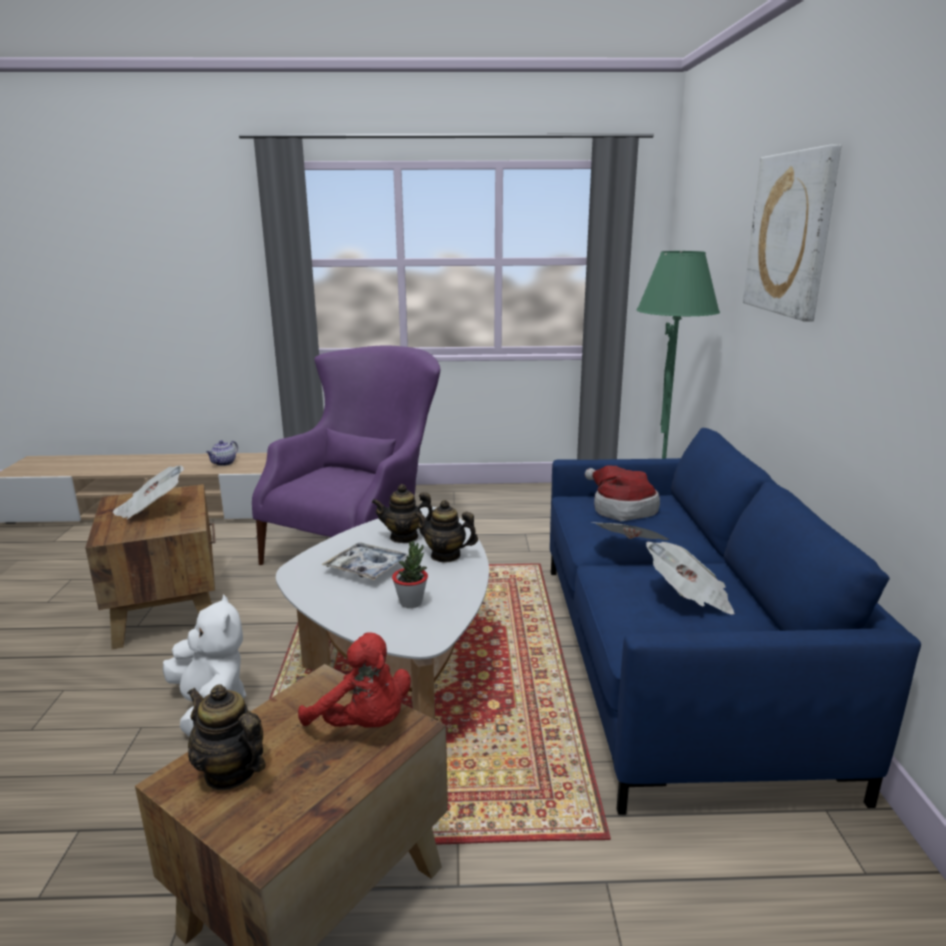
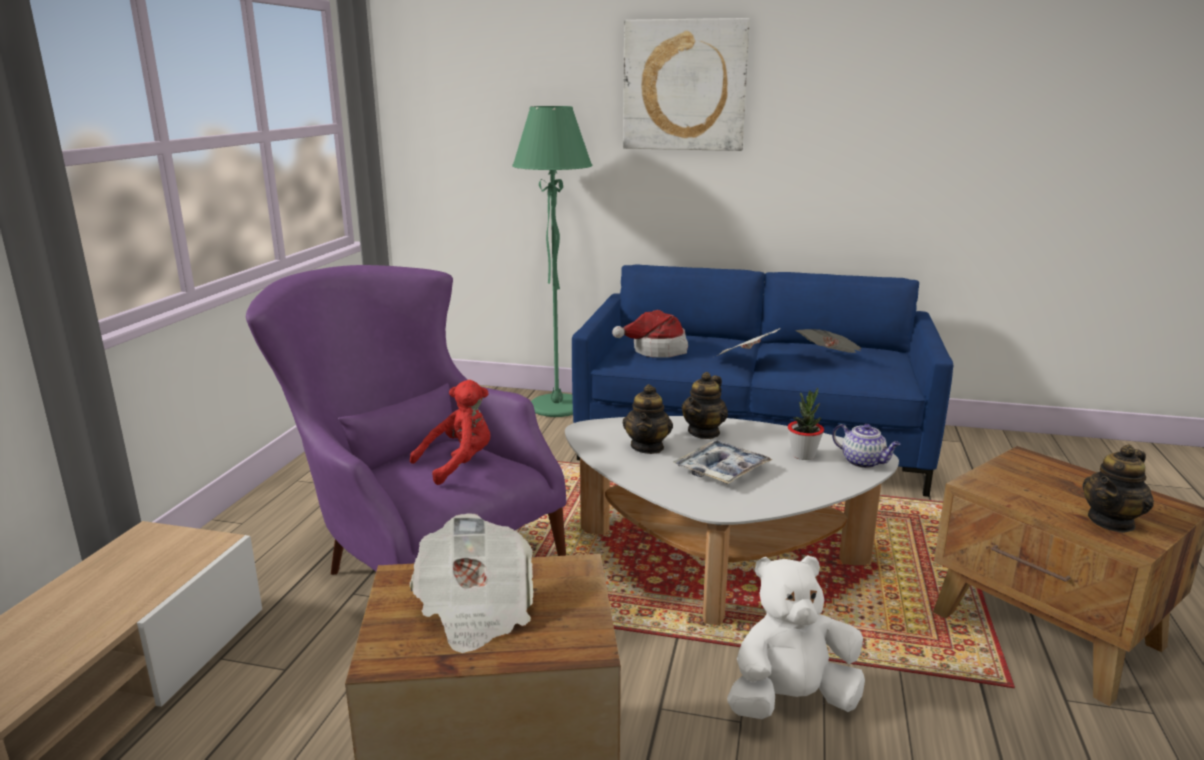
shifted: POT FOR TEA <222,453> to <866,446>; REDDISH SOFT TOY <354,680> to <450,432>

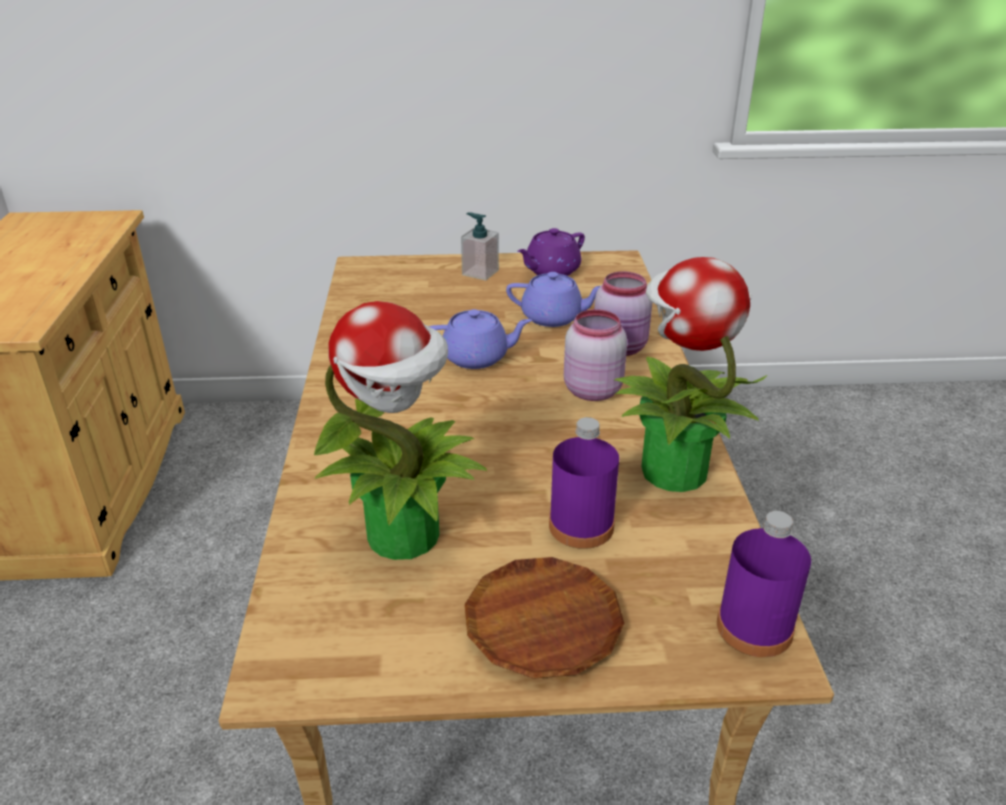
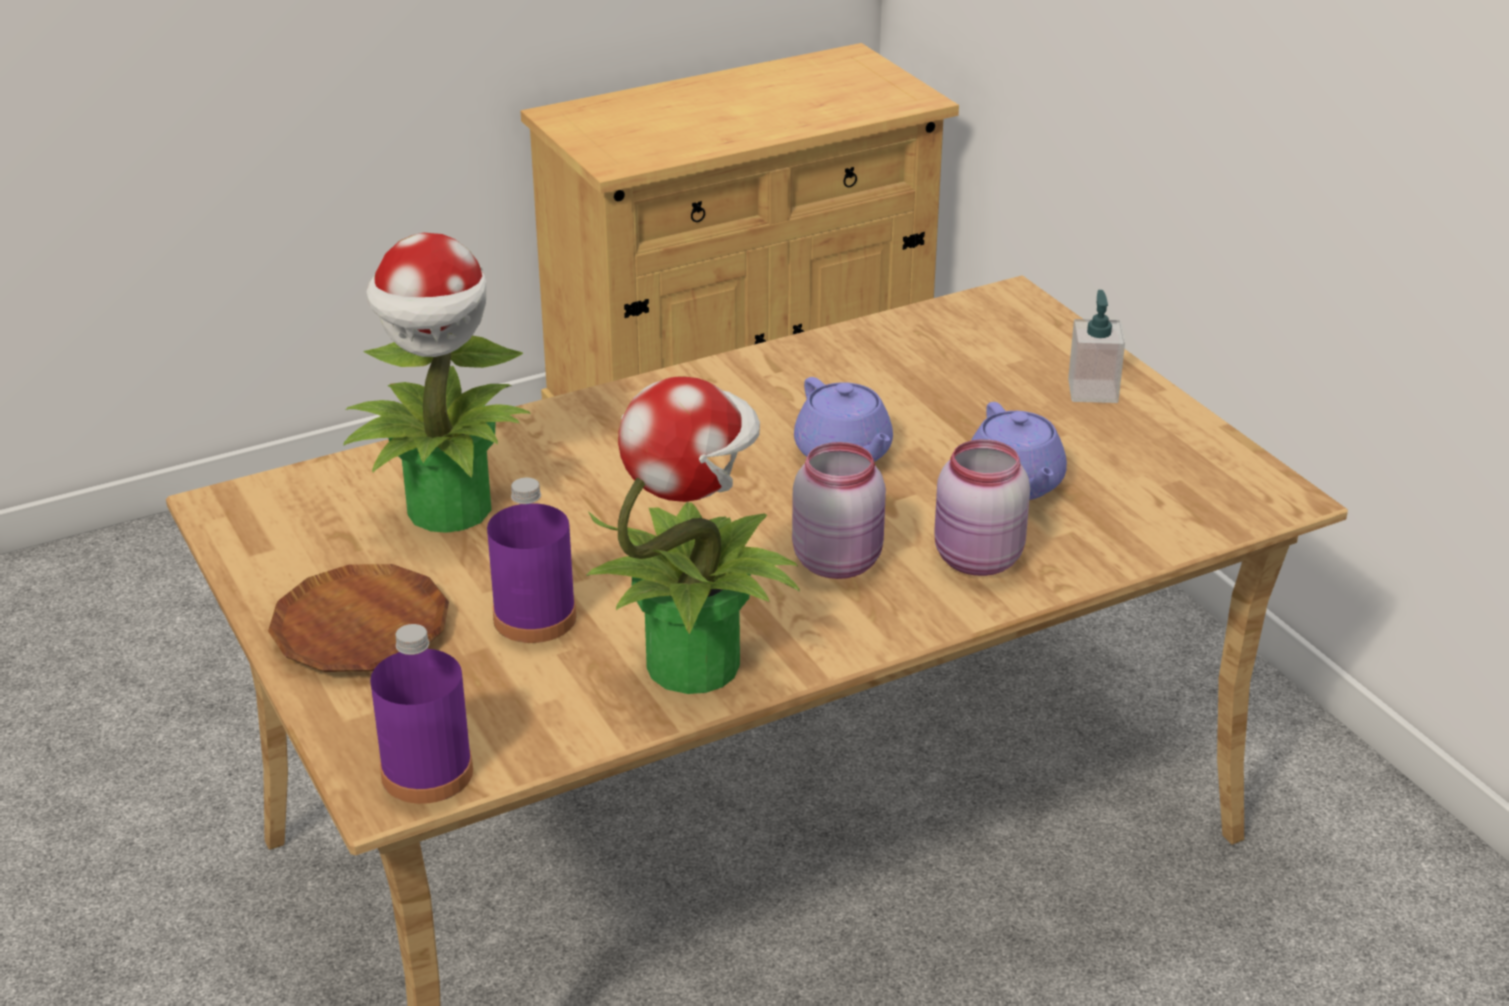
gone: PURPLE POT FOR TEA <551,252>

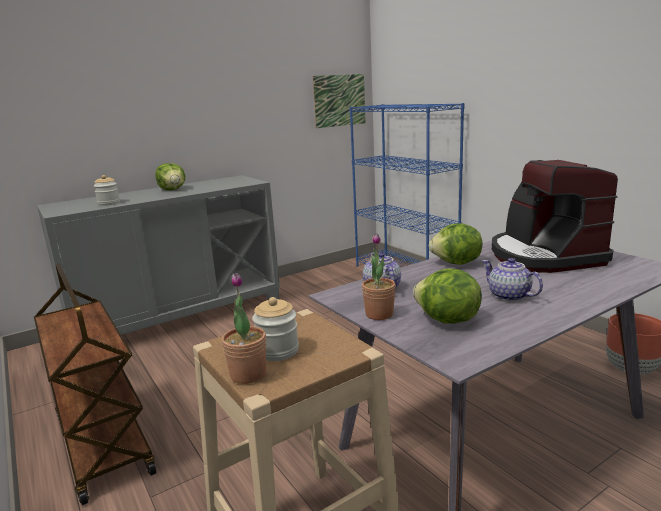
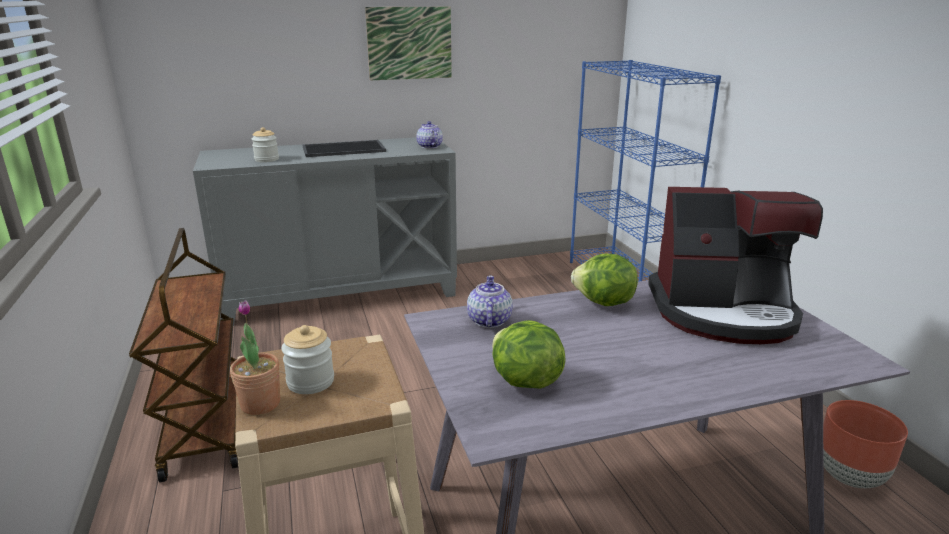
gone: PLANT IN A POT <379,276>
shifted: WALL ART <339,101> to <408,43>; POT FOR TEA <512,279> to <429,135>
swapped: LETTUCE <170,176> to CARRYING TRAY <344,148>
rotated: COFFEE MAKER <555,216> = <735,265> 90 degrees counterclockwise

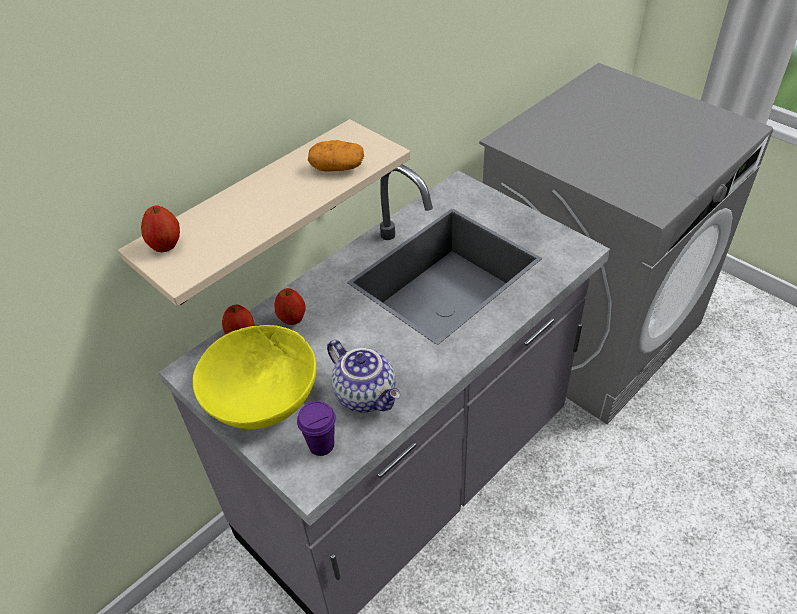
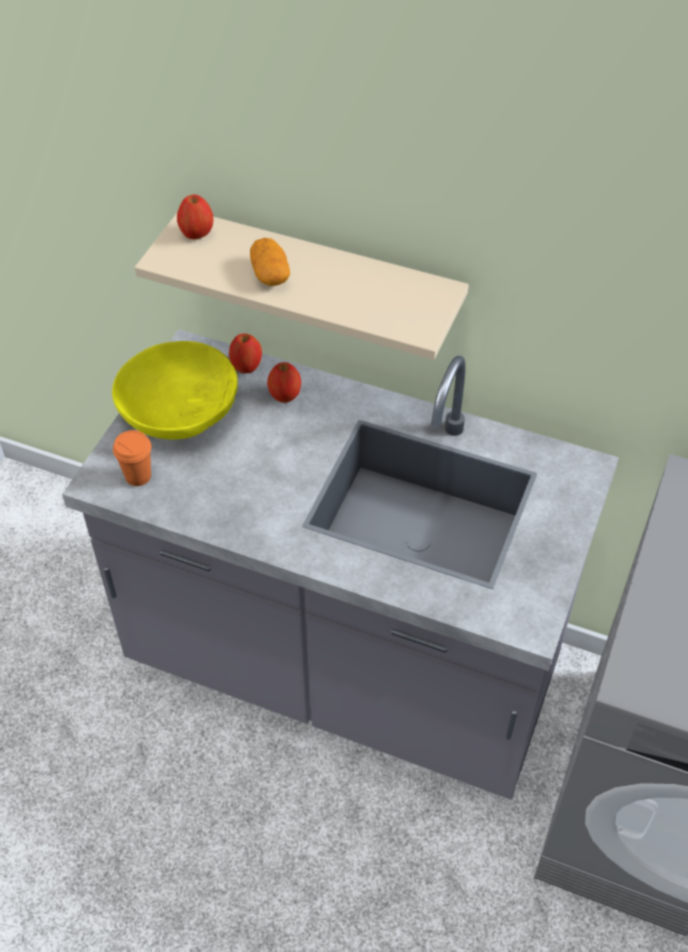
gone: POT FOR TEA <364,376>
shifted: POTATO <336,156> to <270,262>
repainted: PURPLE SMALL CUP <316,428> to ORANGEY SMALL CUP <132,458>

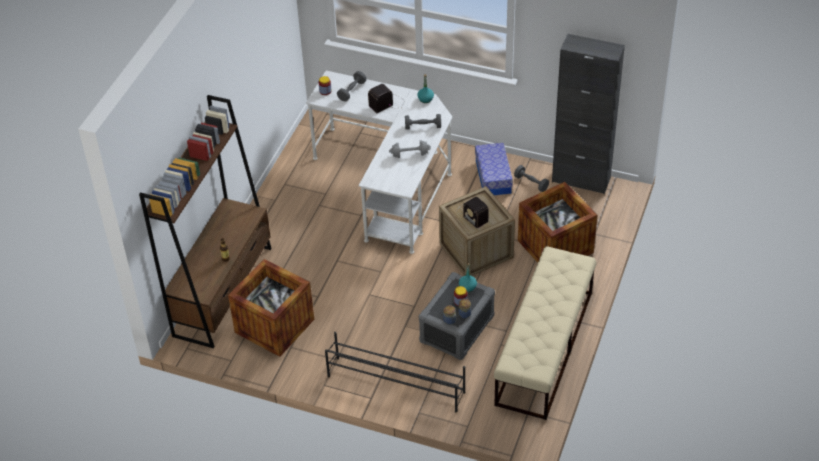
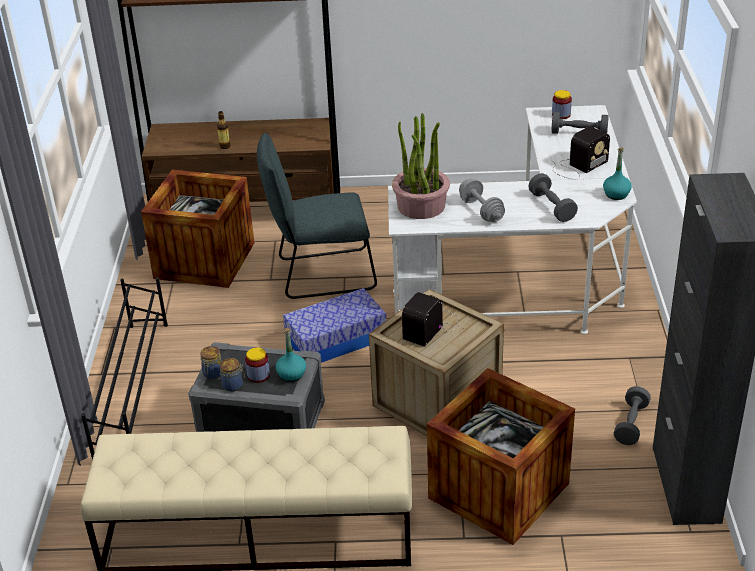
new: GREYISH PLAIN CHAIR <317,216>; PLANT IN A POT <421,166>
shifted: STORAGE BOX <494,169> to <334,325>
rotated: RADIO SET <385,98> = <581,153> 105 degrees clockwise

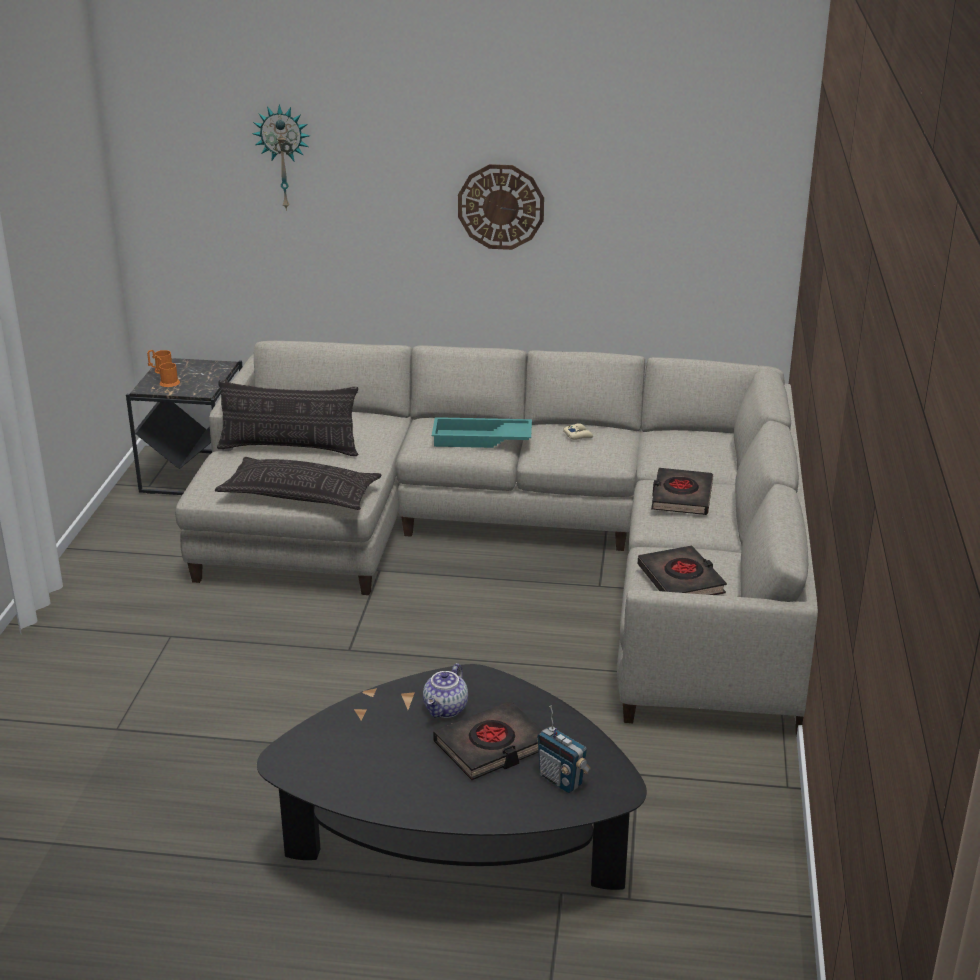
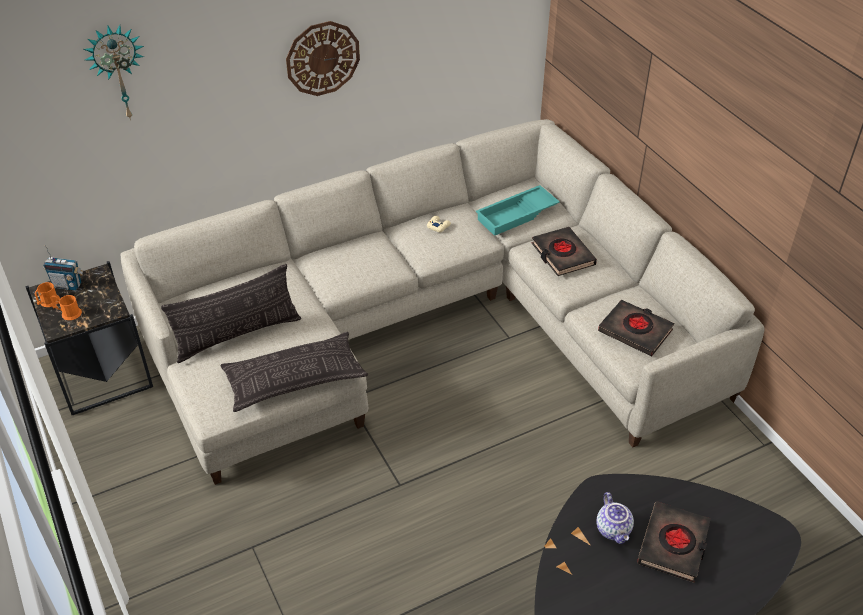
shifted: TURQUOISE-COLOURED CARRYING TRAY <482,432> to <518,210>; RADIO SET <564,749> to <63,268>

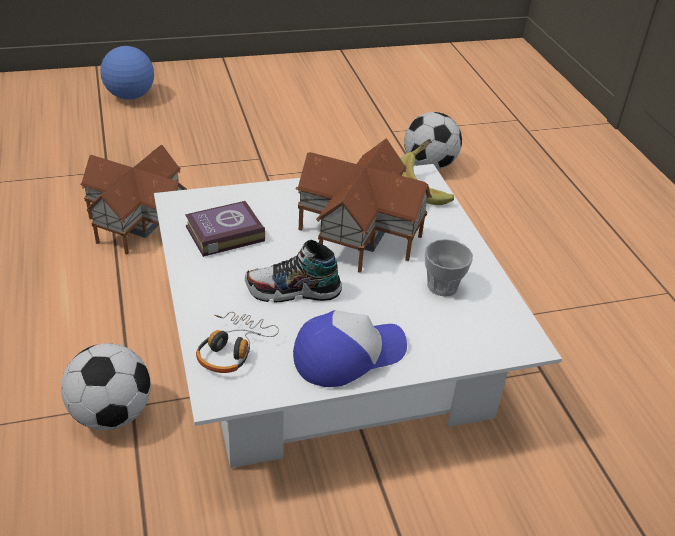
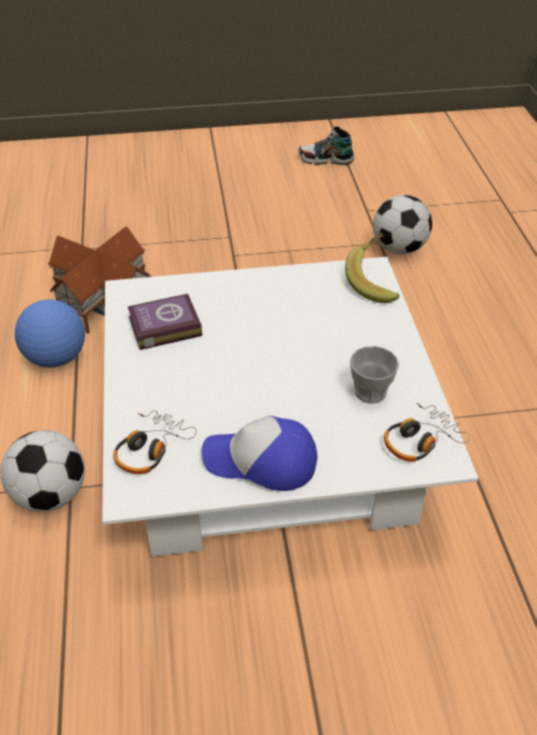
gone: TOY HOUSE <363,206>
new: HEADPHONES <427,432>
shifted: BALL FOR FOOTBALL <127,73> to <50,334>; ITEM OF FOOTWEAR <293,271> to <326,146>
rotated: BASEBALL CAP <350,348> = <259,453> 150 degrees counterclockwise

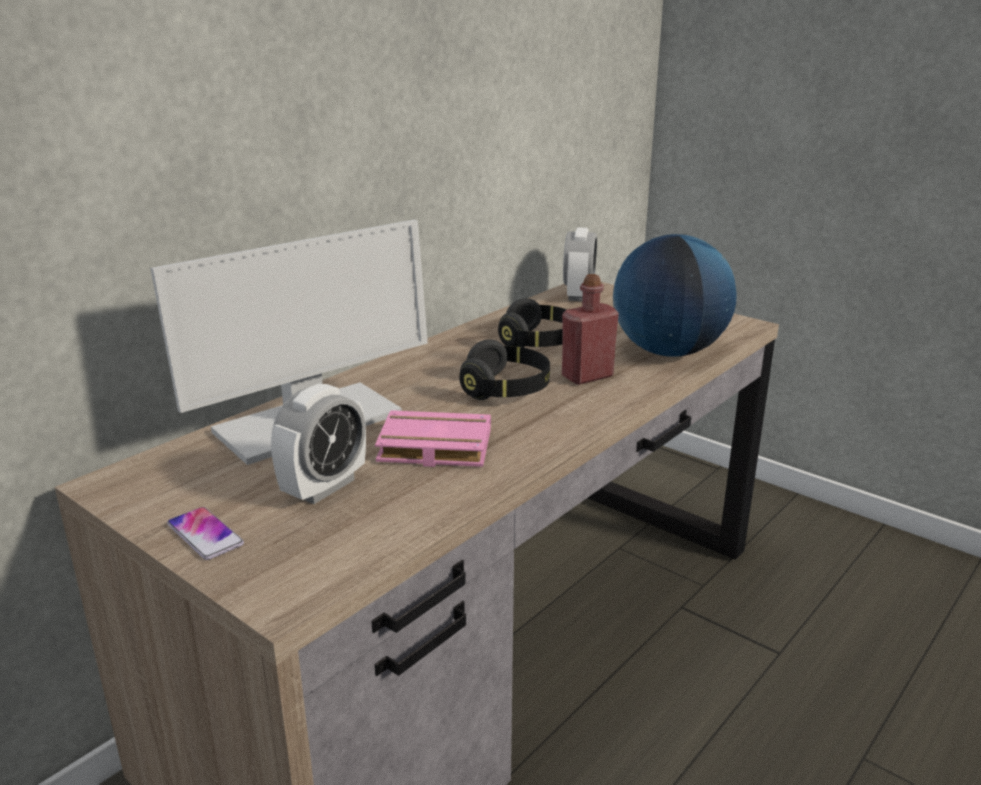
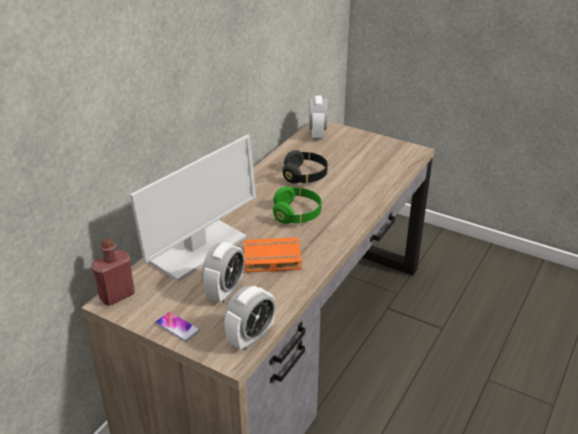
gone: DESK GLOBE <675,295>
new: ALARM CLOCK <249,318>
shifted: REDDISH BEVERAGE BOTTLE <590,329> to <113,272>
repainted: PINK BOUND BOOK <433,438> to ORANGEY BOUND BOOK <273,254>; BLACK HEADPHONES <504,369> to GREEN HEADPHONES <297,205>

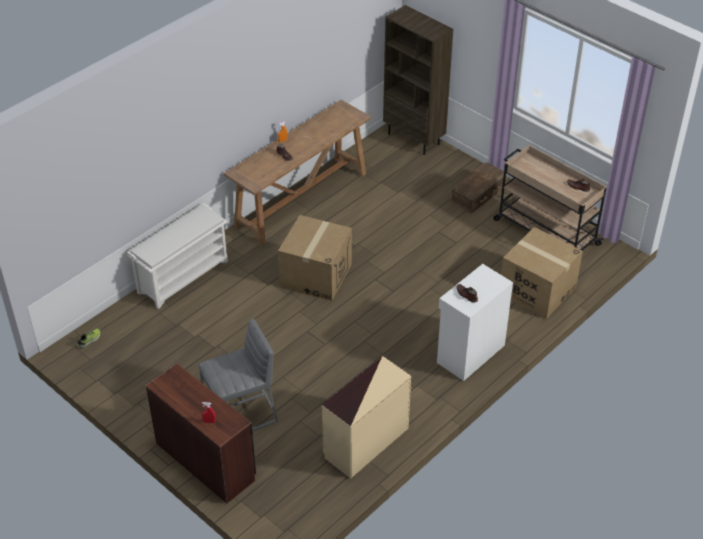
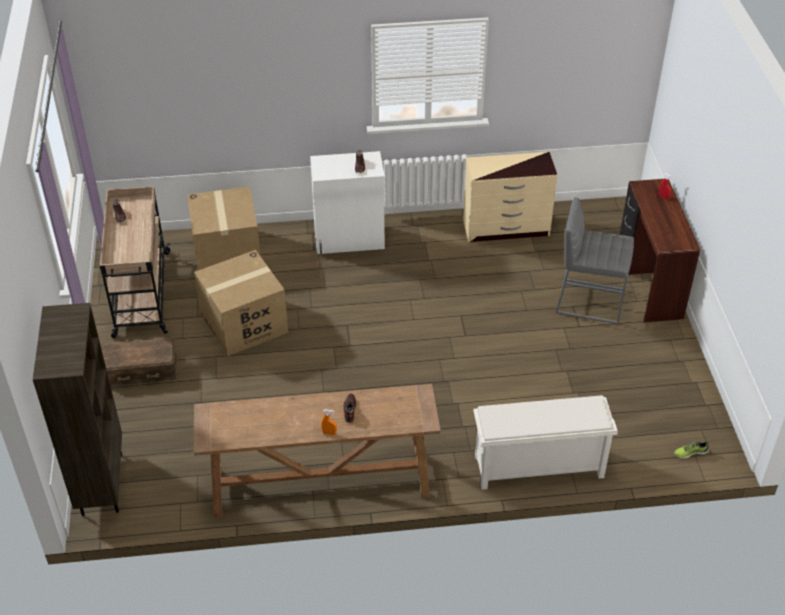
shifted: CARTON <315,258> to <241,303>

